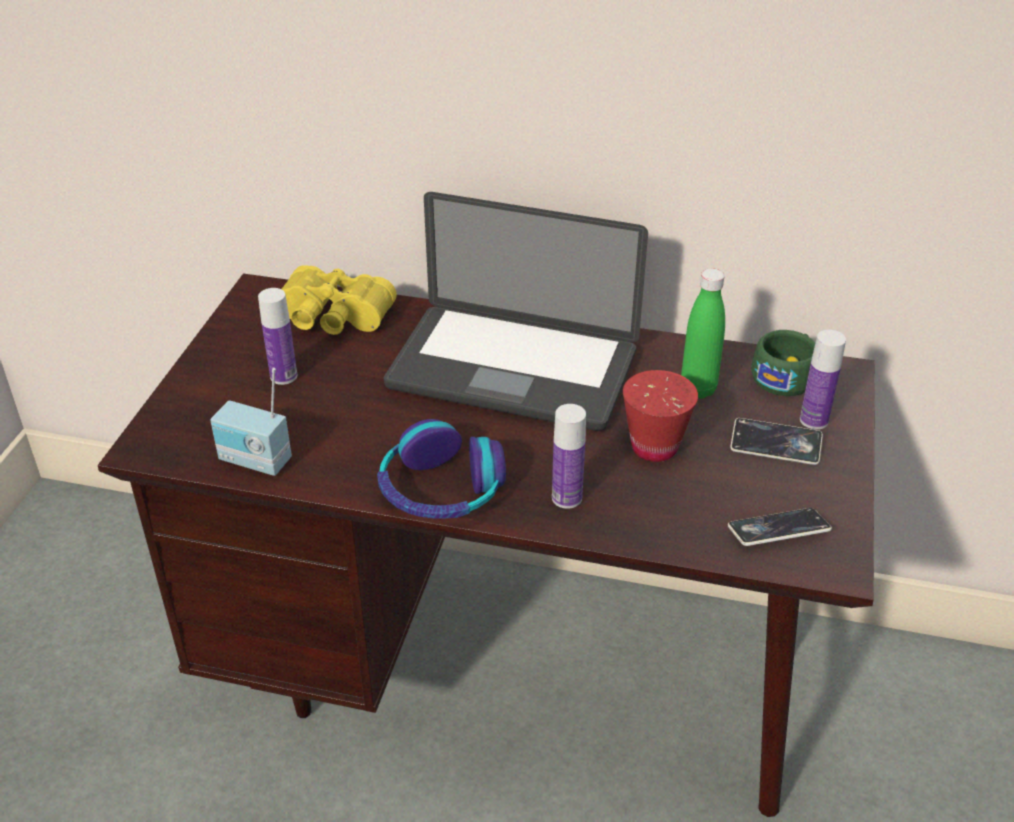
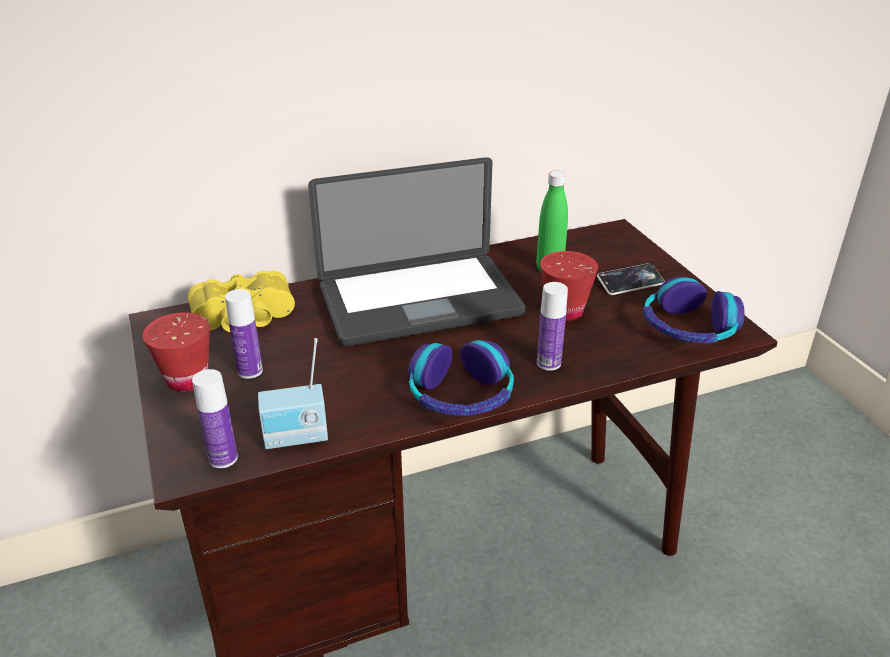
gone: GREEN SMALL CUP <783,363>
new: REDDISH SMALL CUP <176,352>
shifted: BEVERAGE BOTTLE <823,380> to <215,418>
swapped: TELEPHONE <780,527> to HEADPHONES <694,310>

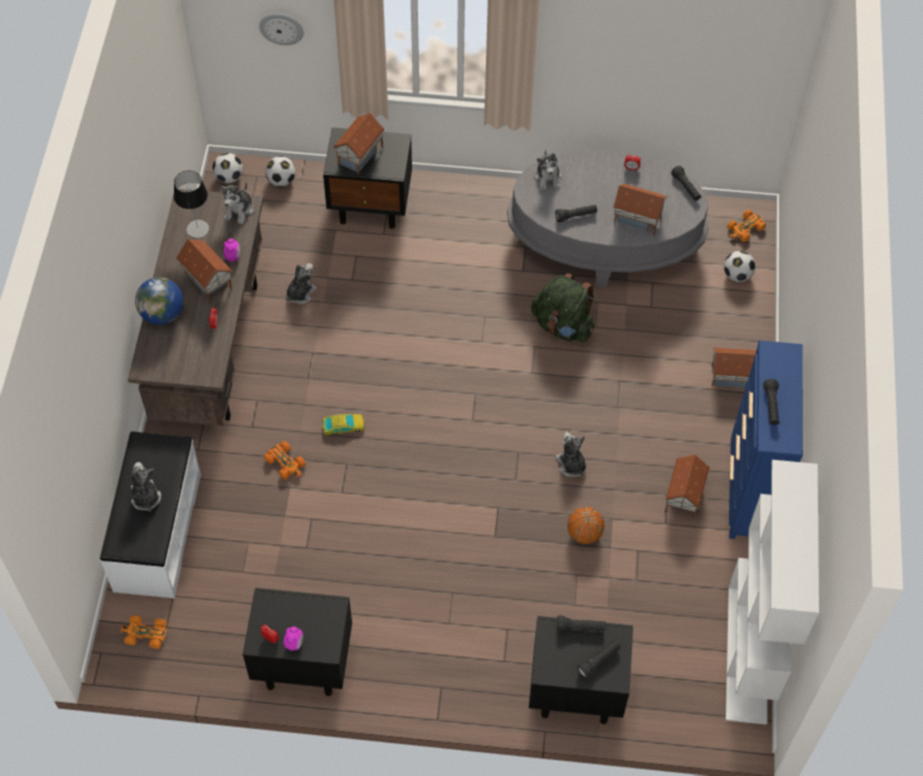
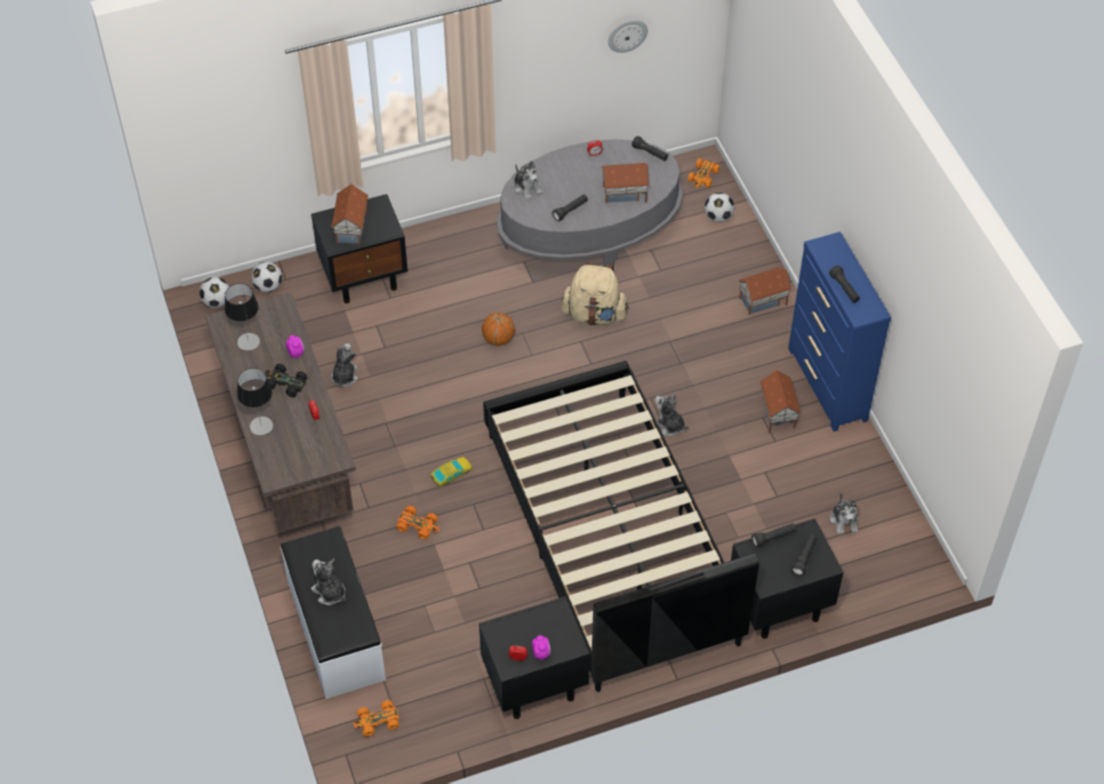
gone: WHITE-COLOURED BOOKCASE <772,592>
new: BLACK BED <621,526>
shifted: SOFT TOY <237,203> to <844,513>; CLOCK ON THE WALL <281,29> to <628,36>; BASKETBALL <585,525> to <498,329>
swapped: DESK GLOBE <159,301> to TABLE LAMP <255,401>; TOY HOUSE <204,271> to BLACK MODEL CAR <286,381>
repainted: GREEN KNAPSACK <563,307> to BEIGE-COLOURED KNAPSACK <595,294>

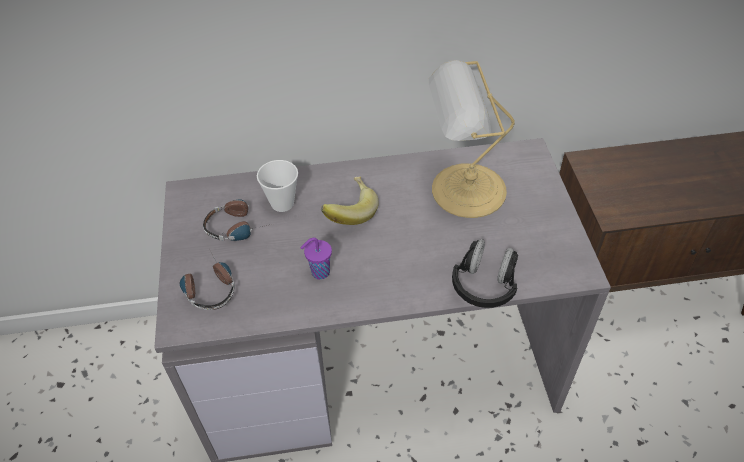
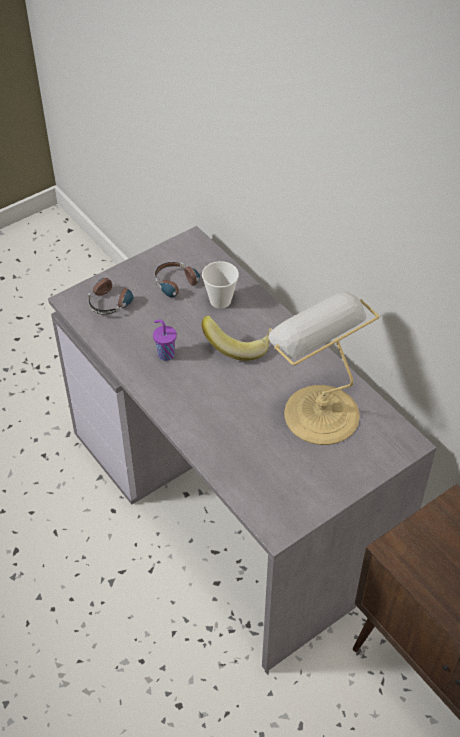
gone: BLACK HEADPHONES <485,273>

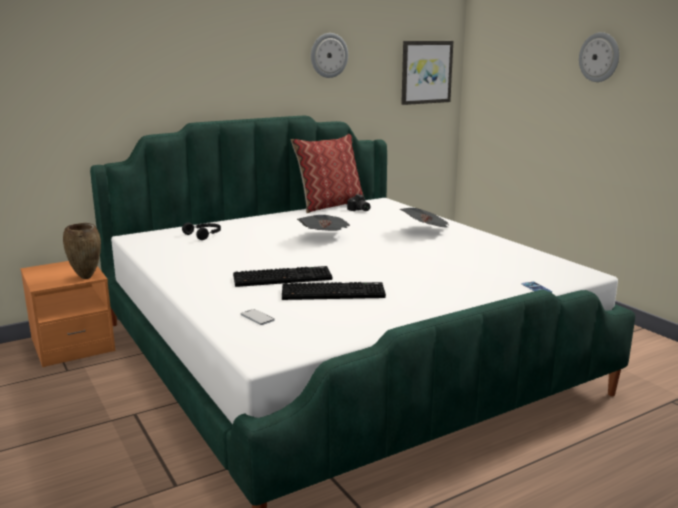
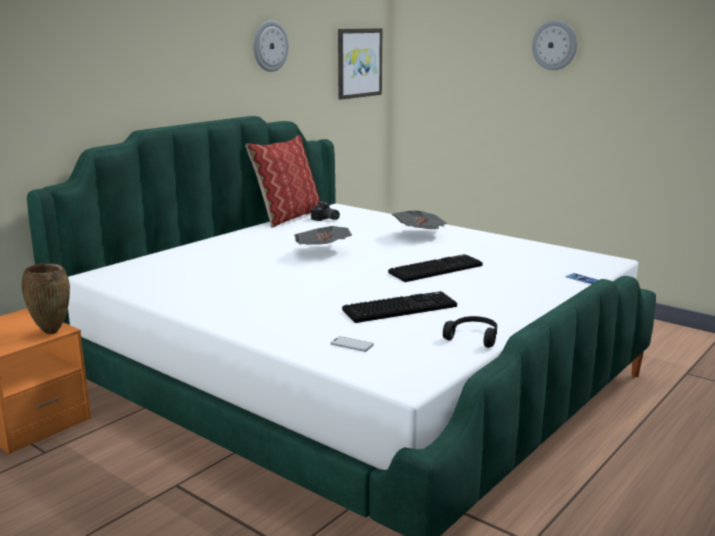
shifted: BLACK HEADPHONES <201,231> to <470,332>; COMPUTER KEYBOARD <282,276> to <435,268>

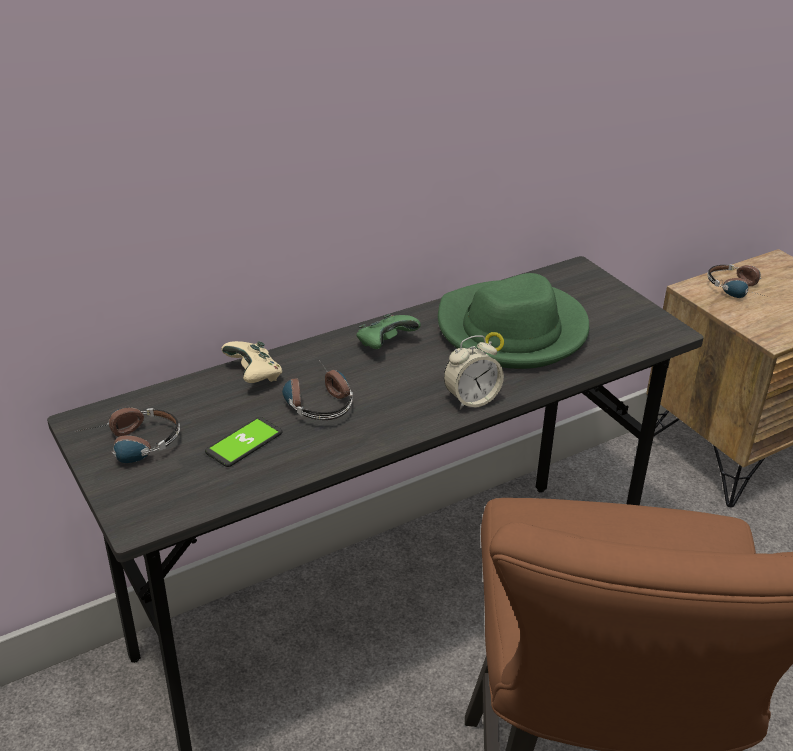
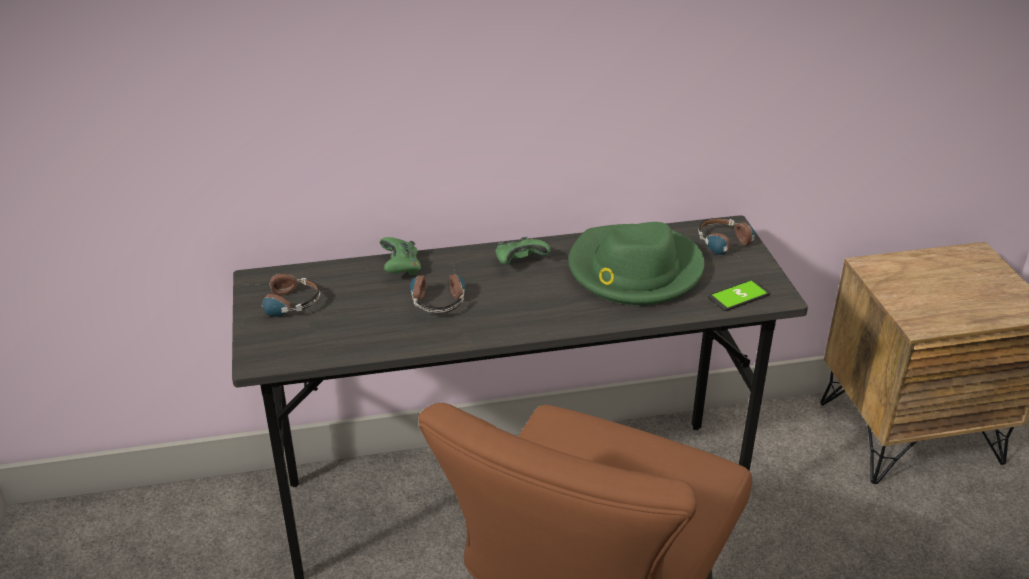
gone: ALARM CLOCK <473,372>
shifted: TELEPHONE <244,442> to <739,295>; HEADPHONES <735,281> to <727,237>
repainted: BEIGE-COLOURED GAMEPAD <251,362> to GREEN GAMEPAD <400,256>

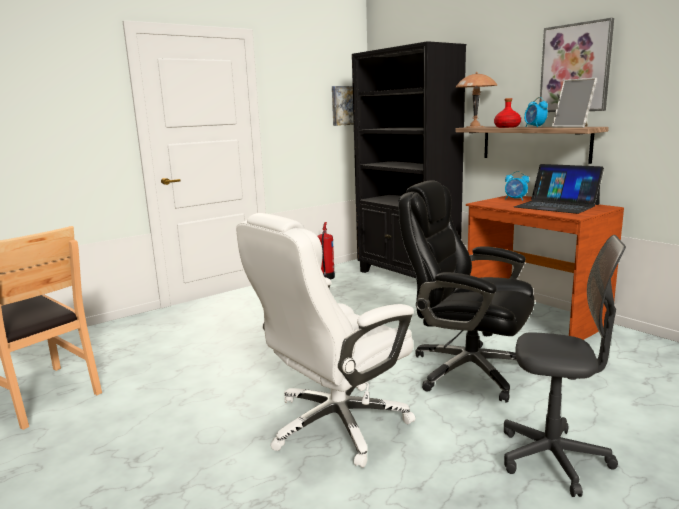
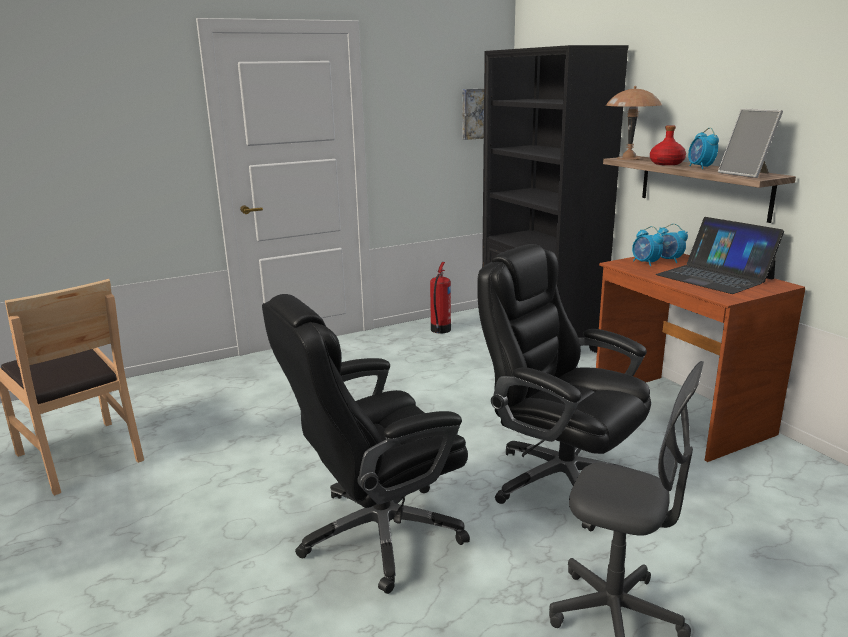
gone: WALL ART <576,65>
new: ALARM CLOCK <648,246>
repainted: WHITE-COLOURED DESK CHAIR <325,340> to BLACK DESK CHAIR <366,444>

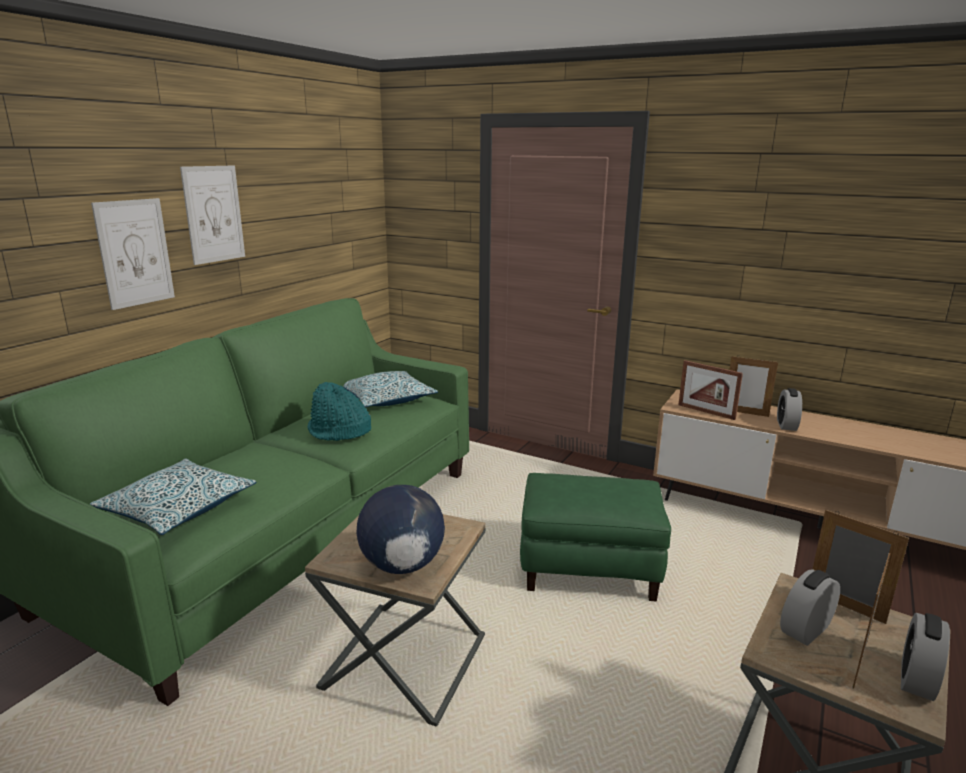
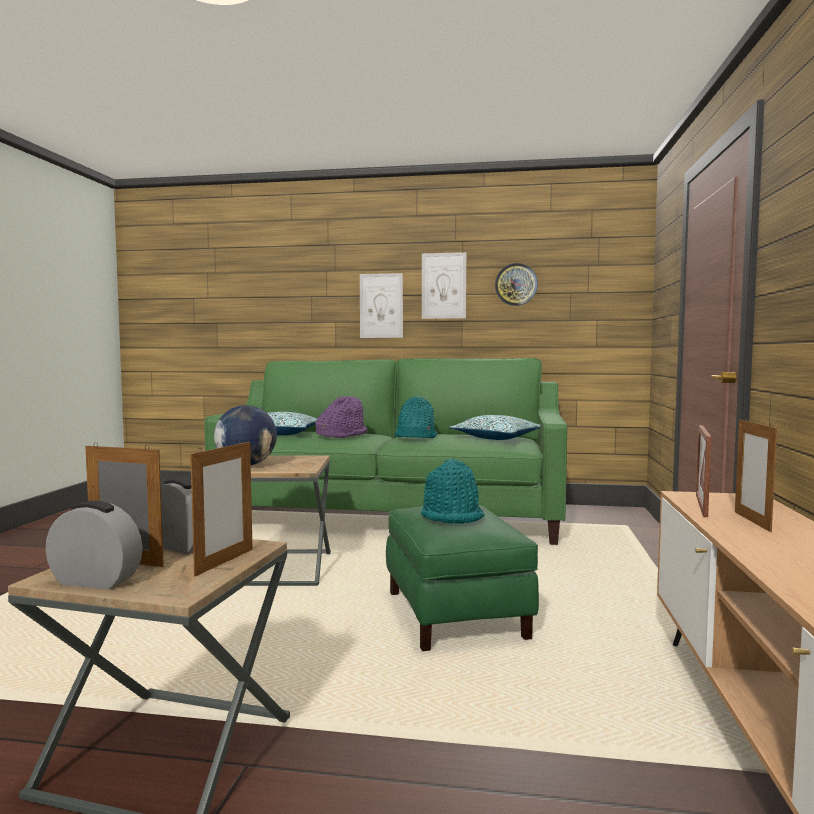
gone: ALARM CLOCK <789,409>
new: PURPLE WEARABLE HAT <341,417>; TURQUOISE-COLOURED WEARABLE HAT <453,491>; CLOCK ON THE WALL <516,284>

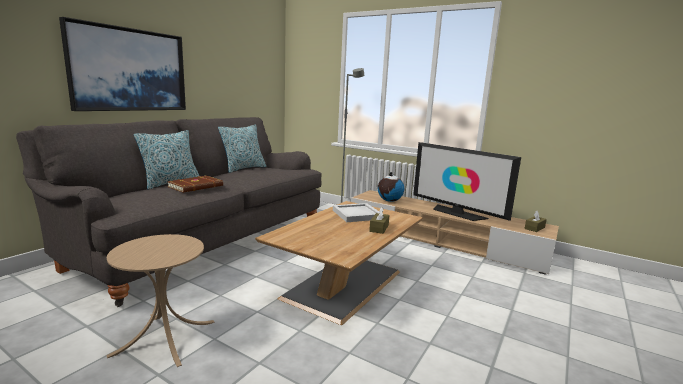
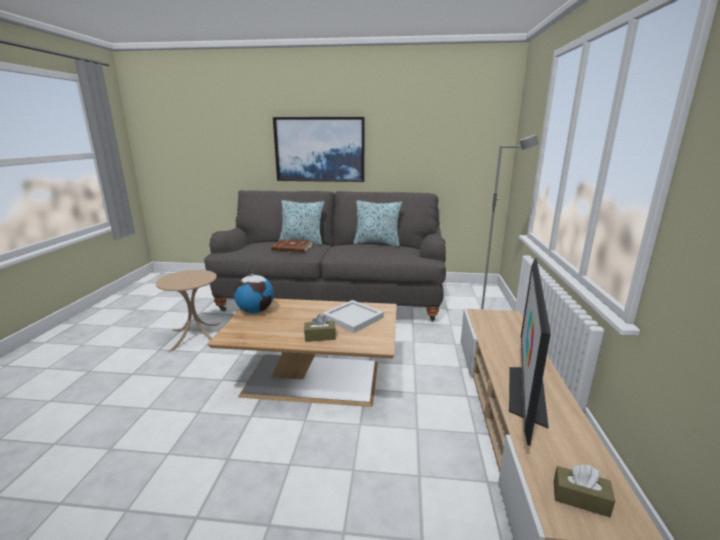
shifted: DESK GLOBE <391,187> to <254,291>

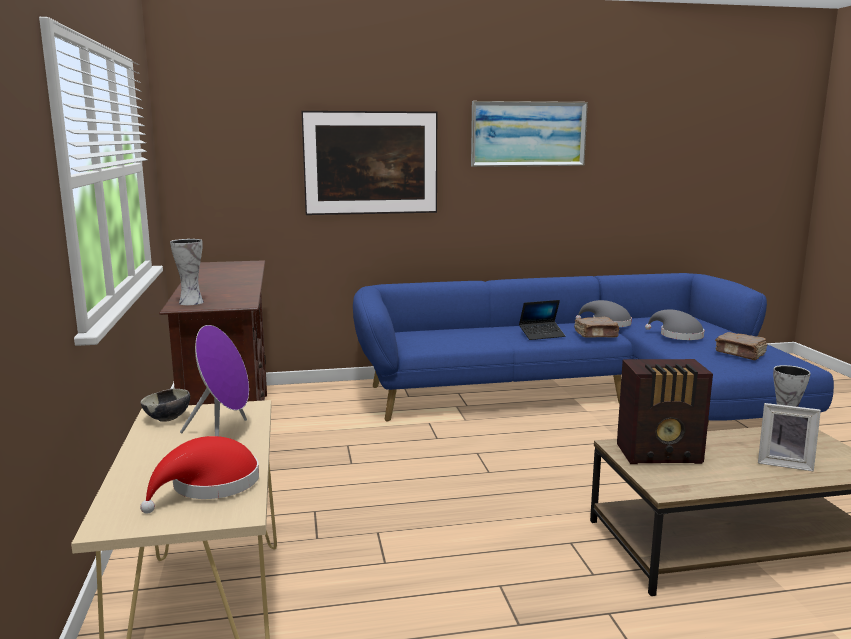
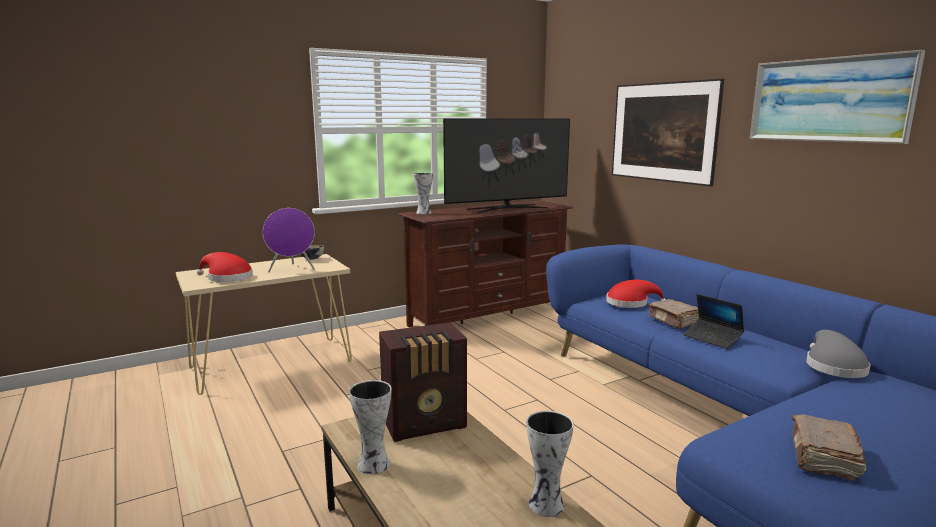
gone: GREYISH WEARABLE HAT <674,325>; PICTURE FRAME <789,437>
new: VASE <370,427>; TV SET <506,166>; REDDISH WEARABLE HAT <636,294>
shifted: BROWN-COLOURED BOUND BOOK <597,327> to <673,314>
rotated: RADIO SET <665,411> = <423,382> 90 degrees counterclockwise

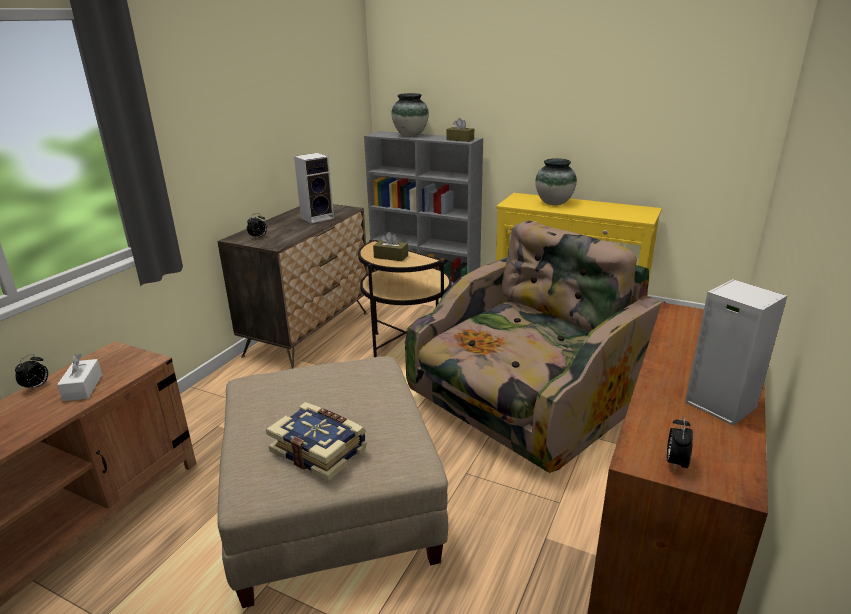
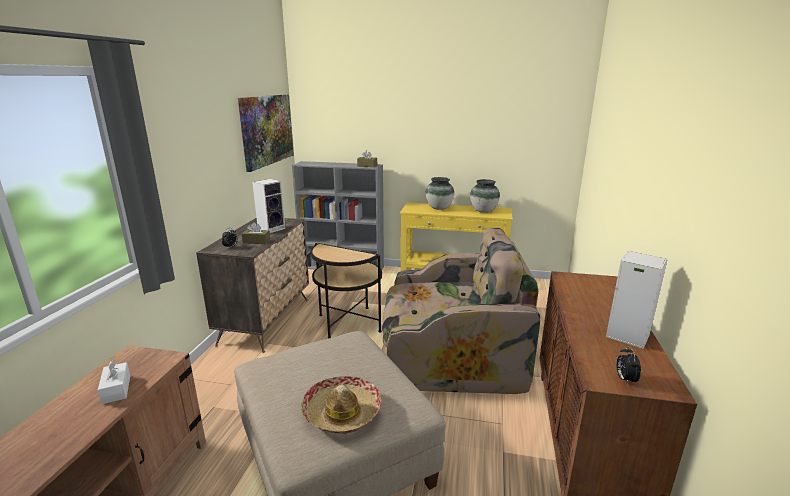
gone: ALARM CLOCK <31,372>
new: WALL ART <266,133>
shifted: BROWN-COLOURED TISSUE HOLDER <390,246> to <256,233>; VASE <410,115> to <485,196>
swapped: BOUND BOOK <316,442> to WEARABLE HAT <341,405>
rotated: LOUNGE CHAIR <535,346> = <461,311> 60 degrees clockwise

